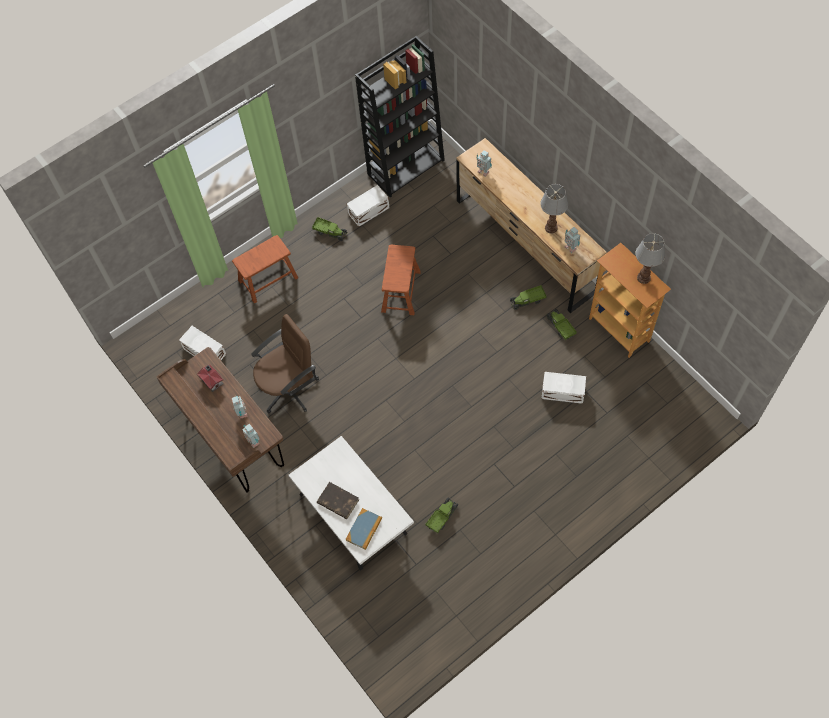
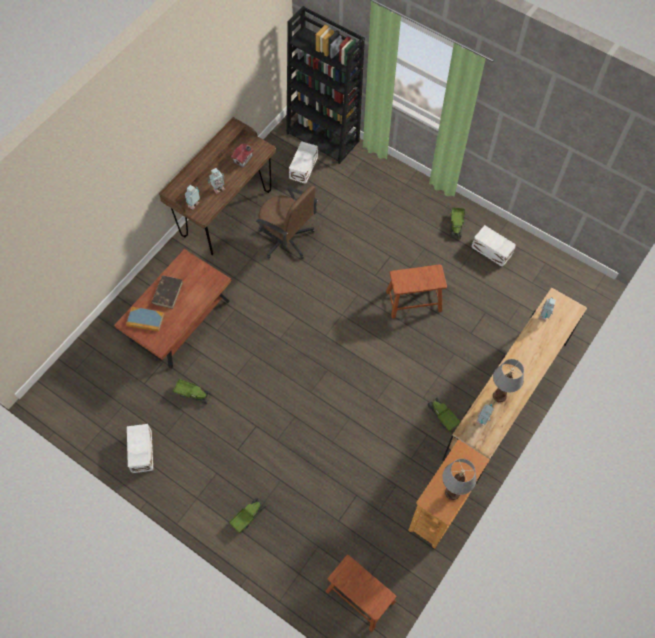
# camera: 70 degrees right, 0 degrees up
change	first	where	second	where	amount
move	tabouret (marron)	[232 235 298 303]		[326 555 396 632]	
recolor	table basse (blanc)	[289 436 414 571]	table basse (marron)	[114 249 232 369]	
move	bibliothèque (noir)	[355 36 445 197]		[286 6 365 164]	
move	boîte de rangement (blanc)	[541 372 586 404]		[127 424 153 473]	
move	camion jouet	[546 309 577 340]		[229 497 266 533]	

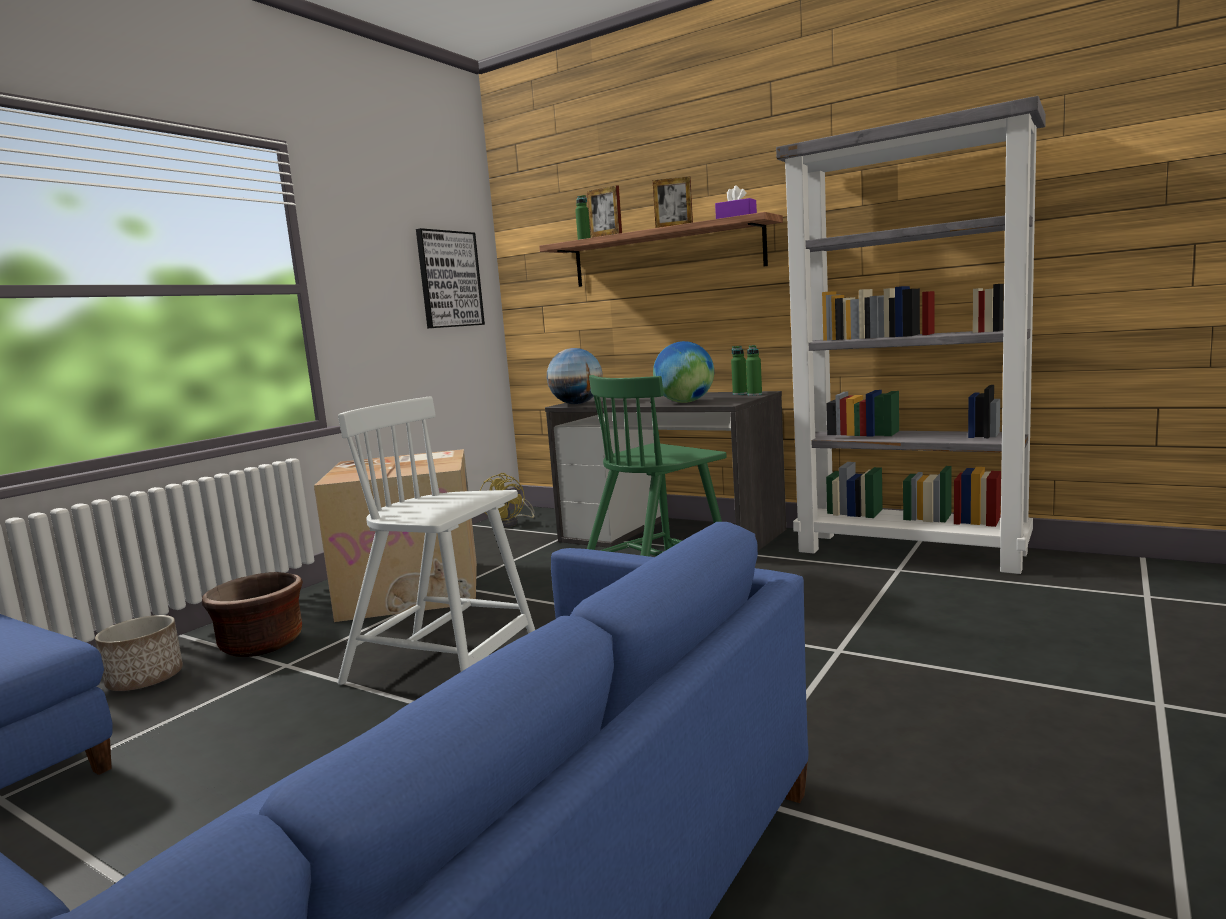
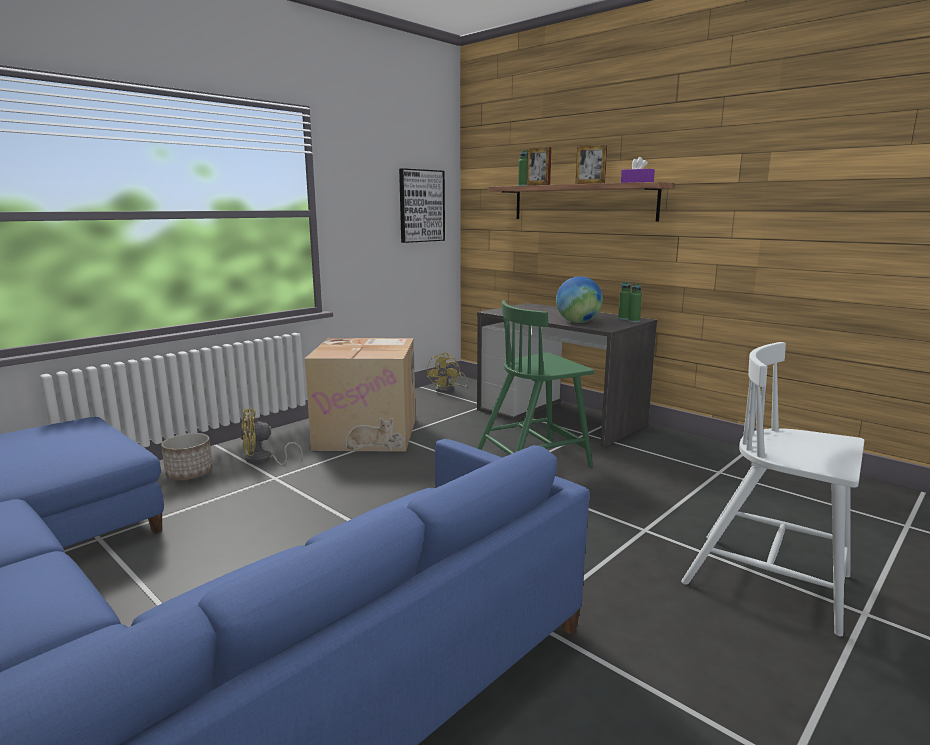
# camera: 10 degrees right, 5 degrees up
change	first	where	second	where	amount
replace	cache-pot (marron)	[202 572 303 657]	ventilateur (jaune)	[241 409 303 466]	
move	chaise (blanc)	[337 396 535 685]		[681 342 865 637]	
delete	globe	[547 348 603 404]			
delete	bibliothèque (gris)	[776 96 1046 574]			

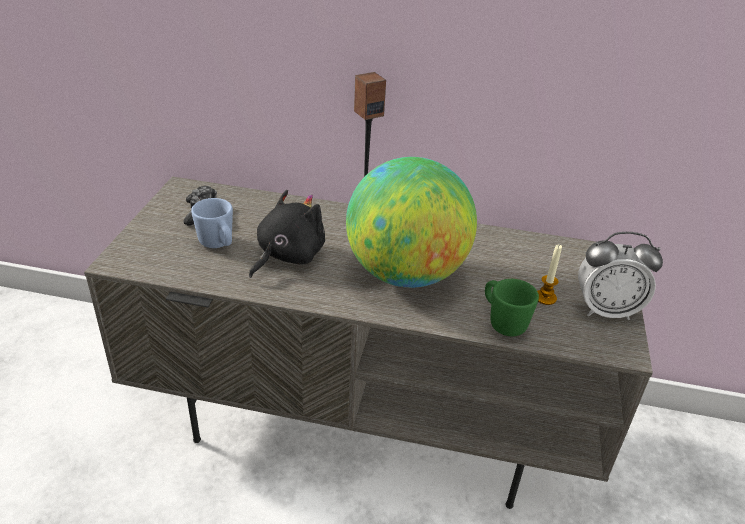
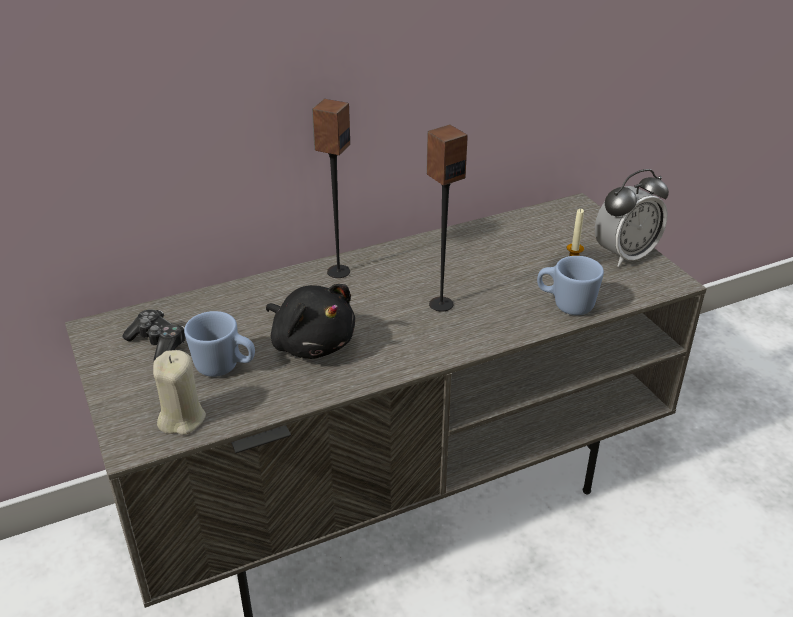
# camera: 35 degrees left, 0 degrees up
change	first	where	second	where	amount
rotate	peluche (noir)	[249 190 325 278]		[266 284 355 359]	135 degrees clockwise
replace	globe	[346 157 477 288]	enceinte	[426 124 468 312]	
recolor	mug (vert)	[485 279 539 336]	mug (bleu)	[537 256 604 315]	
insert			bougie (beige)	[153 350 206 435]	

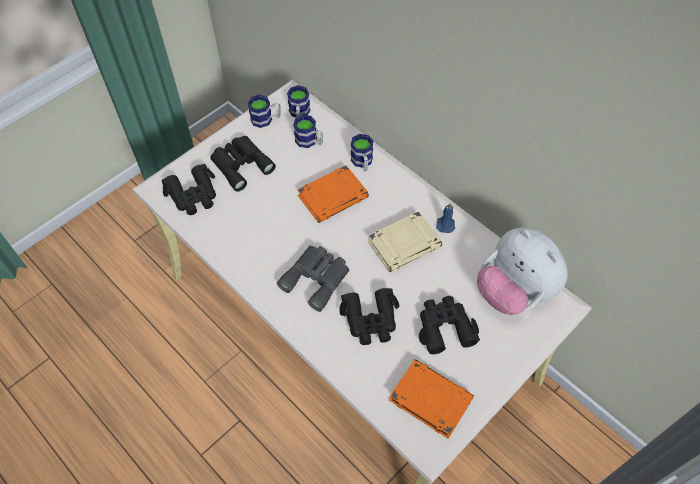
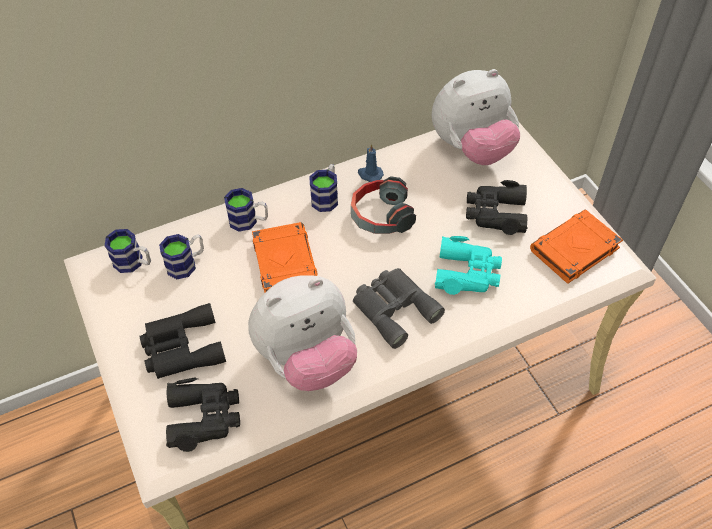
# camera: 70 degrees left, 5 degrees down
change	first	where	second	where	amount
move	mug	[248 94 281 128]		[309 164 338 212]	
recolor	jumelles (noir)	[339 288 399 345]	jumelles (turquoise)	[435 236 502 295]	
replace	livre (beige)	[368 211 442 272]	casque audio	[351 176 416 234]	
insert			peluche	[248 275 357 391]	

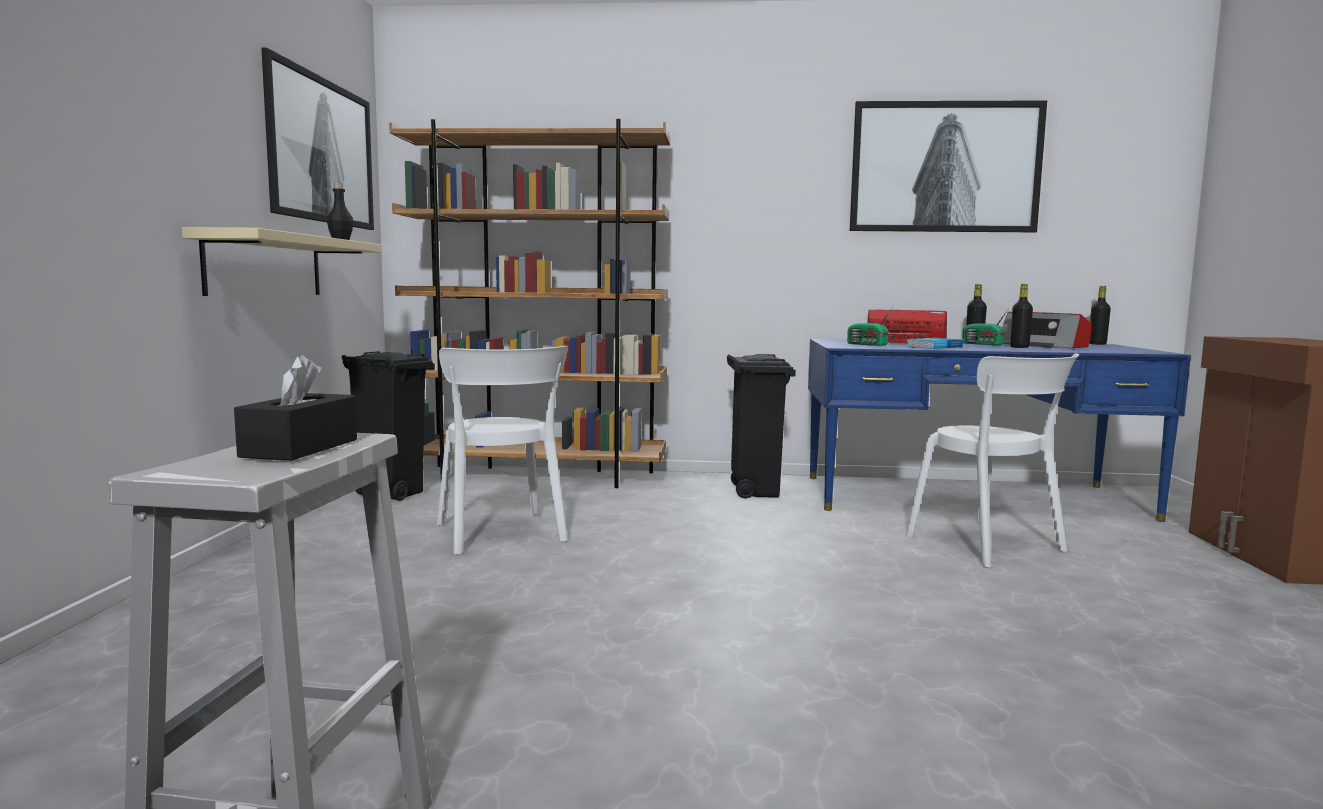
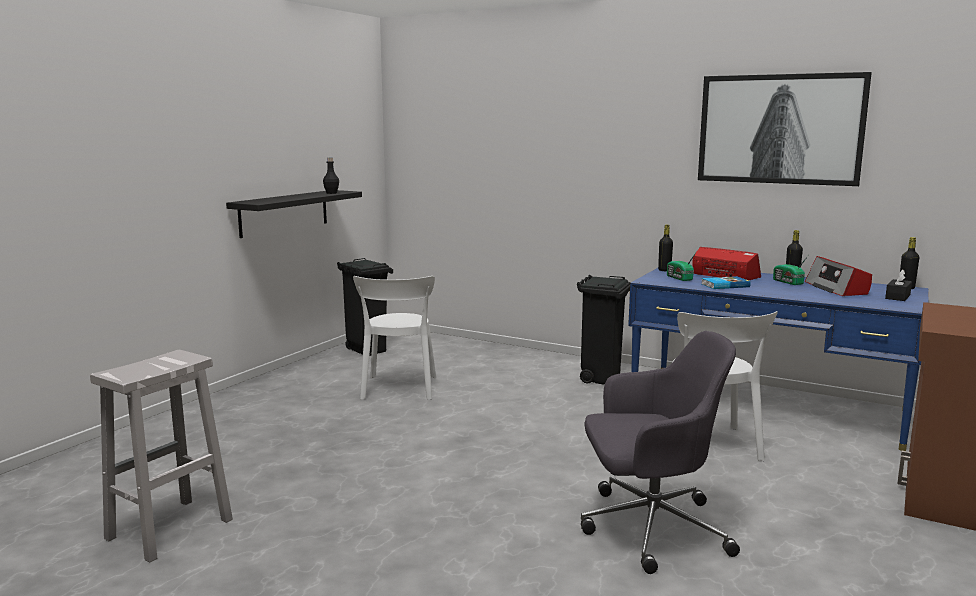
# camera: 25 degrees right, 5 degrees up
change	first	where	second	where	amount
recolor	étagère (beige)	[182 227 382 296]	étagère (noir)	[226 190 362 238]	
move	boîte à mouchoirs (noir)	[234 354 357 461]		[885 270 912 301]	
delete	tableau	[261 47 374 230]			
delete	bibliothèque (marron)	[389 119 670 488]			
move	bouteille (noir)	[1010 284 1033 348]		[658 225 673 271]	
insert			chaise de bureau (gris)	[581 331 740 574]	

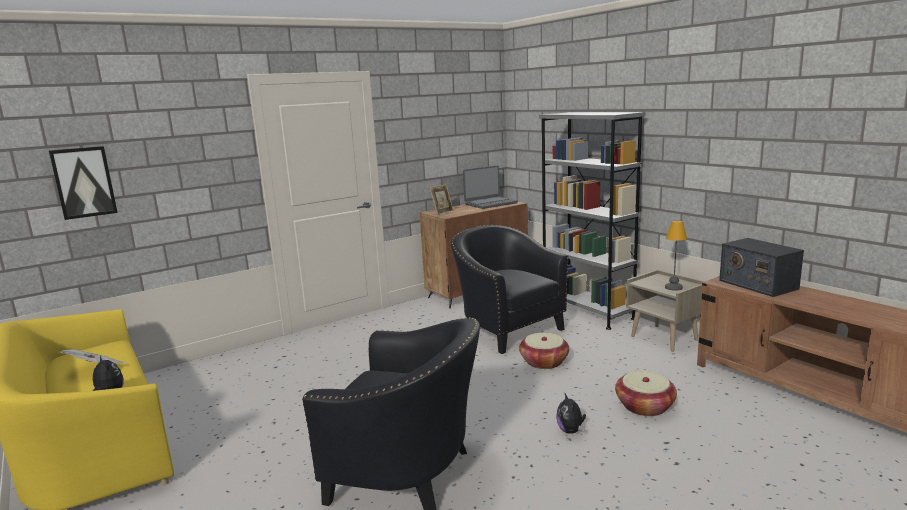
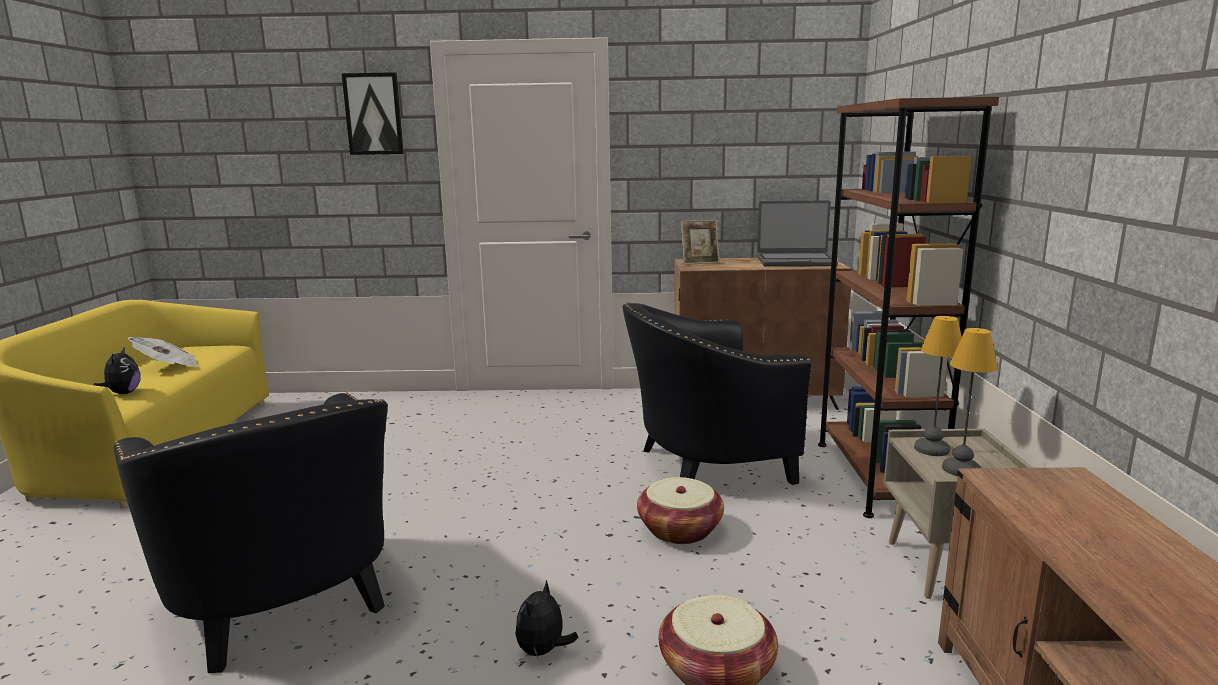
# camera: 35 degrees right, 0 degrees up
change	first	where	second	where	amount
move	tableau	[49 146 118 220]		[342 72 404 155]	
rotate	fauteuil (noir)	[451 225 569 354]		[623 302 812 485]	105 degrees counterclockwise
recolor	bibliothèque (gris)	[539 112 645 330]	bibliothèque (marron)	[818 97 999 518]	
delete	radio	[719 238 804 297]			
insert			lampe de table	[914 316 962 456]	

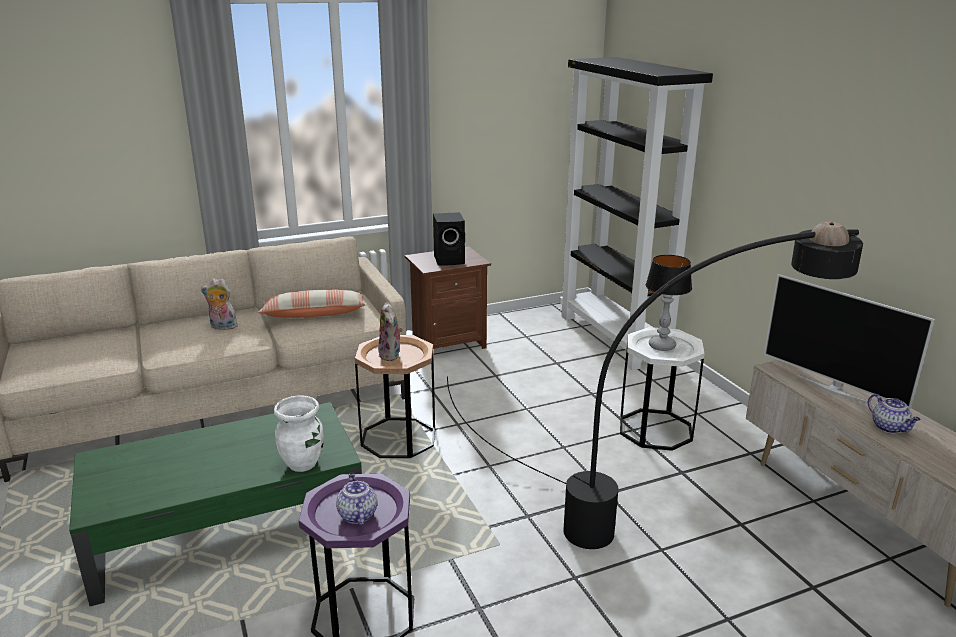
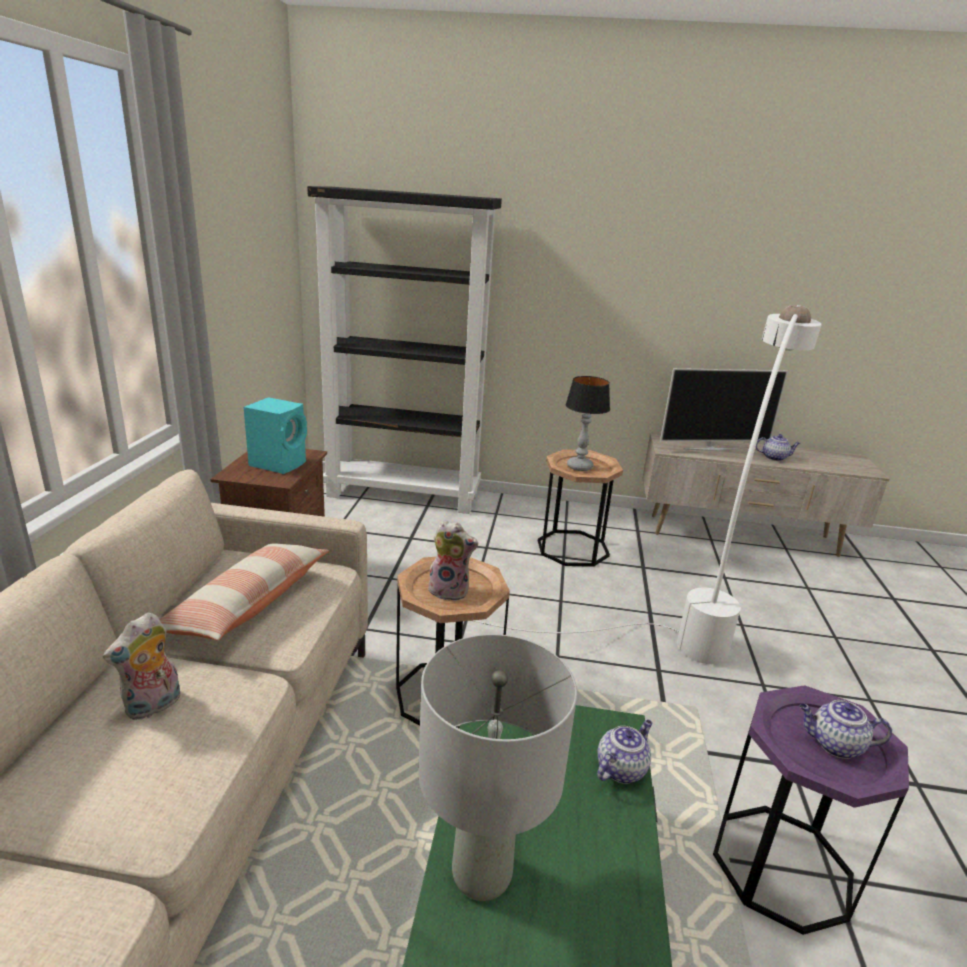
# camera: 60 degrees left, 0 degrees up
change	first	where	second	where	amount
replace	vase (blanc)	[274 395 324 472]	théière	[597 720 652 784]	
recolor	enceinte (noir)	[433 212 465 266]	enceinte (turquoise)	[244 397 307 474]	
recolor	lampadaire (noir)	[447 221 863 549]	lampadaire (blanc)	[472 305 822 664]	
recolor	table d'appoint (blanc)	[620 327 705 451]	table d'appoint (marron)	[538 449 623 567]	
insert			lampe de table (gris)	[418 634 577 901]	

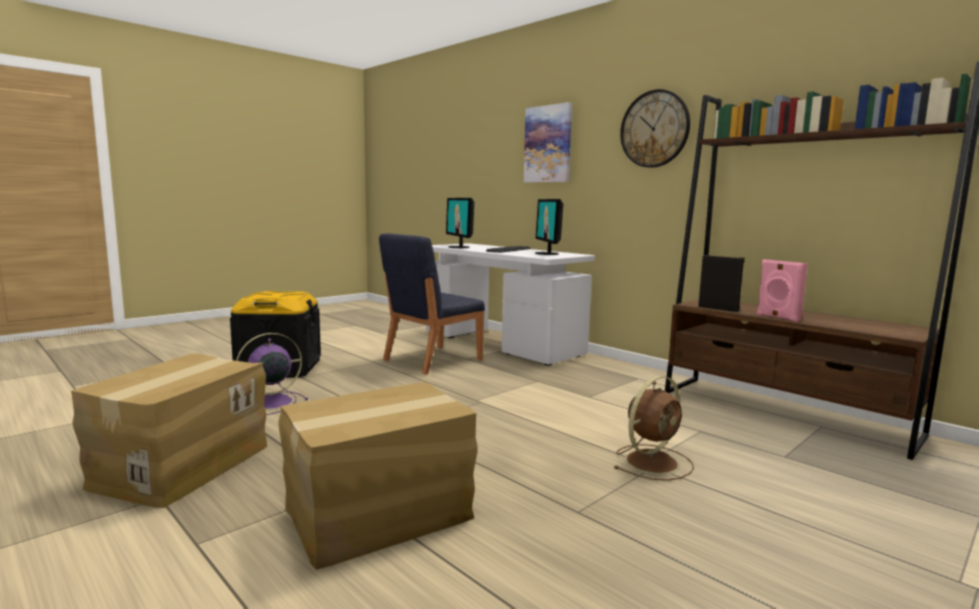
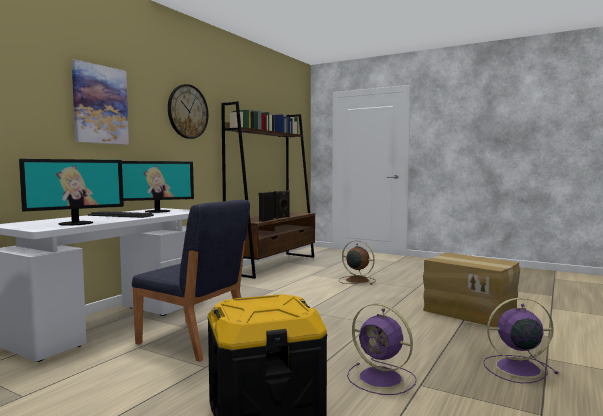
# camera: 105 degrees left, 5 degrees down
change	first	where	second	where	amount
replace	carton	[71 354 267 508]	ventilateur (violet)	[483 298 559 383]	
recolor	enceinte (rose)	[757 259 808 322]	enceinte (noir)	[273 190 290 219]	

